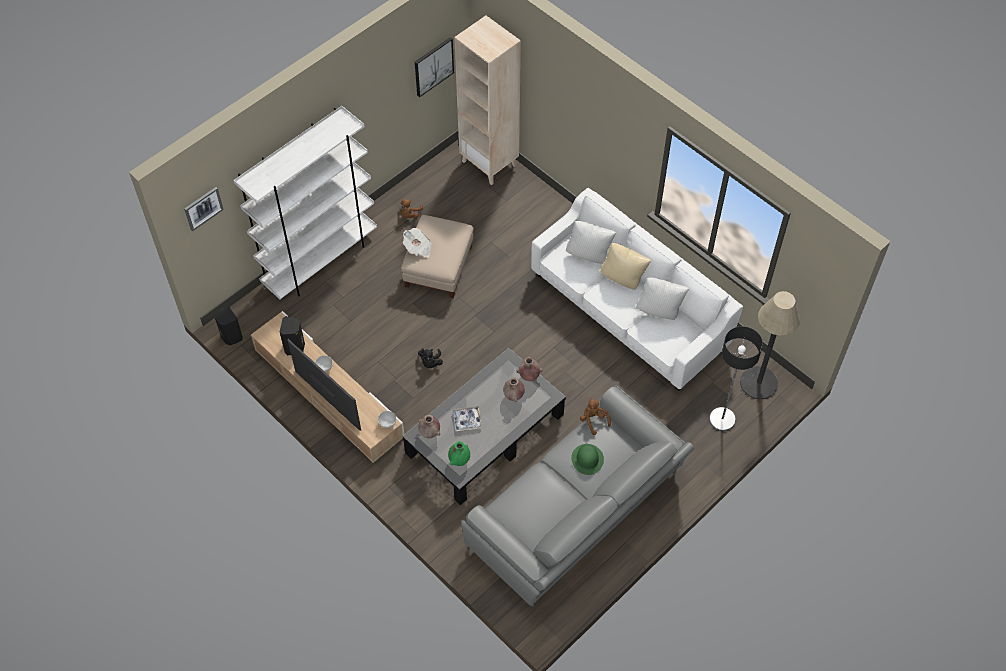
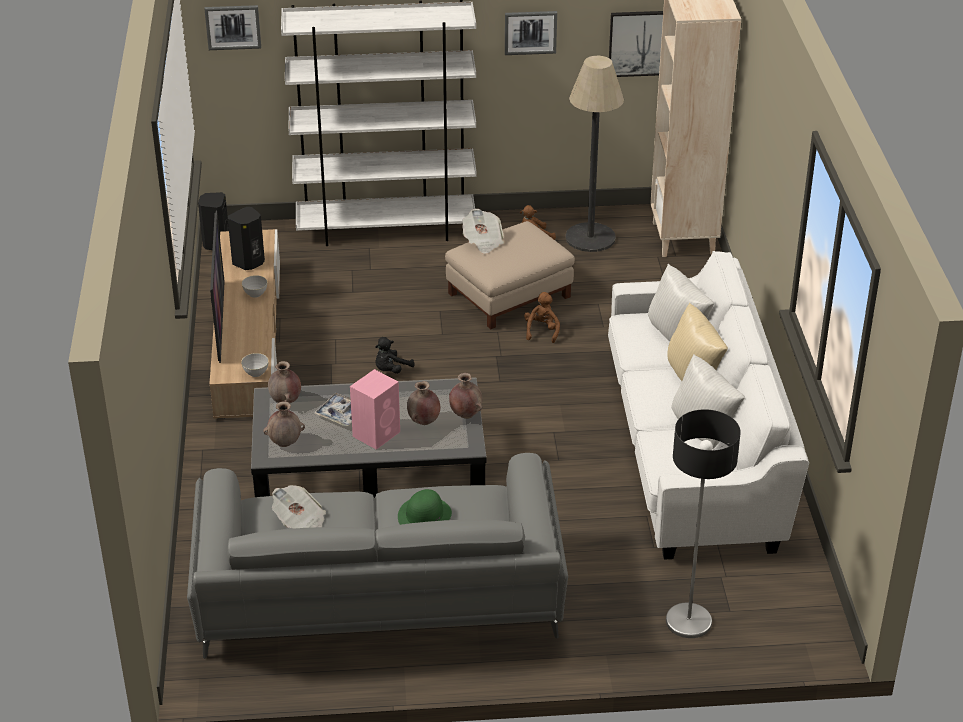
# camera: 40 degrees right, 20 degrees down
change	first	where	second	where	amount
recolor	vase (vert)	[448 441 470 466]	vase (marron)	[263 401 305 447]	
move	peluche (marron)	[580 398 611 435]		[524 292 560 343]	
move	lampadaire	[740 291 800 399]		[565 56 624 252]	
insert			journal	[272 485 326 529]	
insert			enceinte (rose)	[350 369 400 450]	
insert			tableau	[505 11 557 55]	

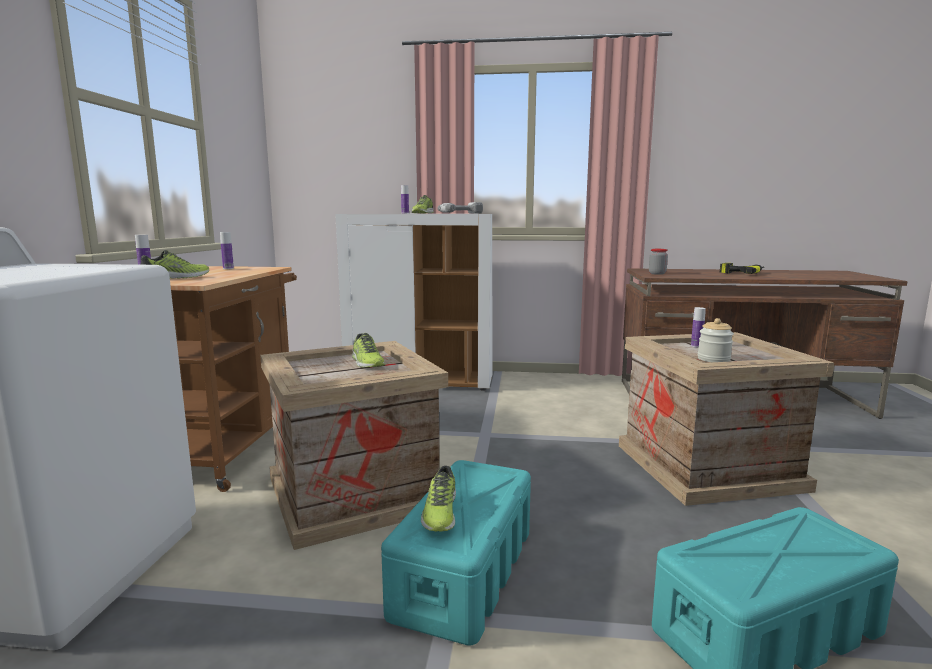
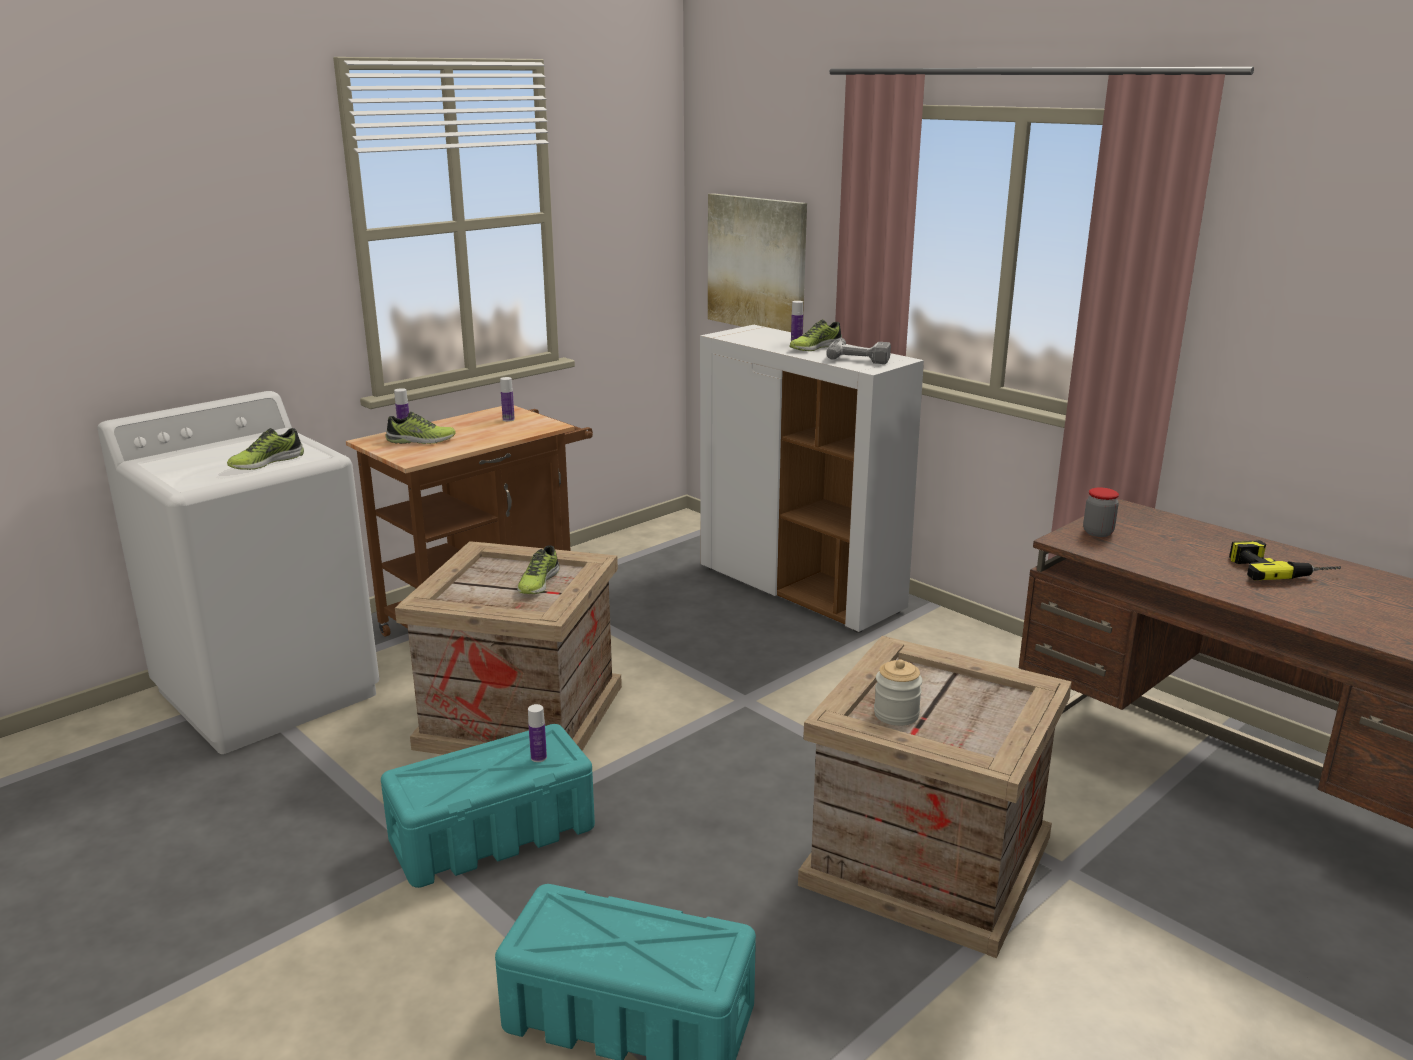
# camera: 40 degrees right, 10 degrees up
change	first	where	second	where	amount
move	chaussure	[421 466 456 531]		[227 428 304 470]	
move	bouteille	[691 307 706 348]		[528 704 547 762]	
insert			tableau	[708 193 807 332]	

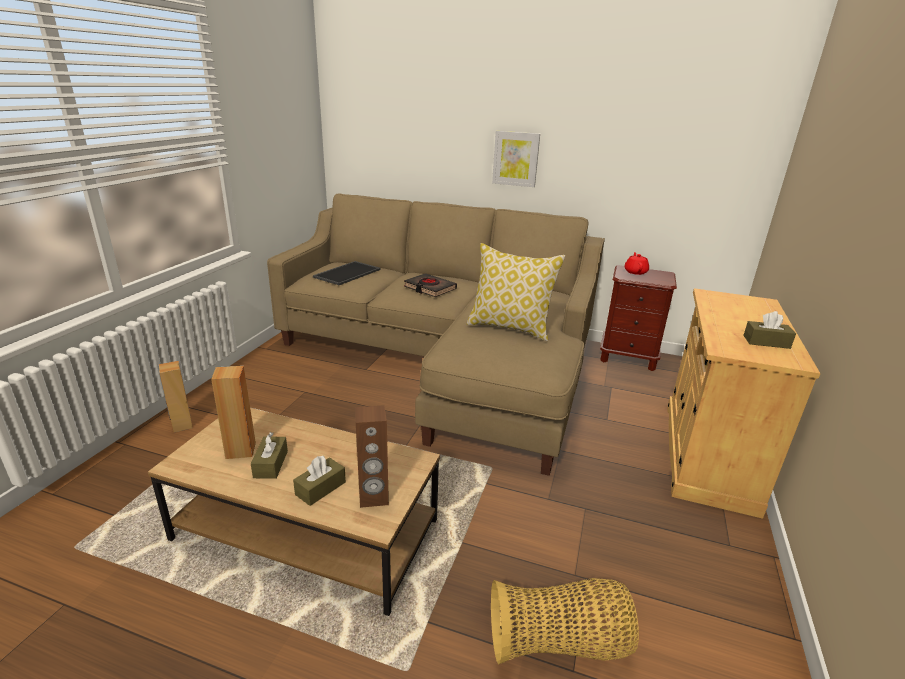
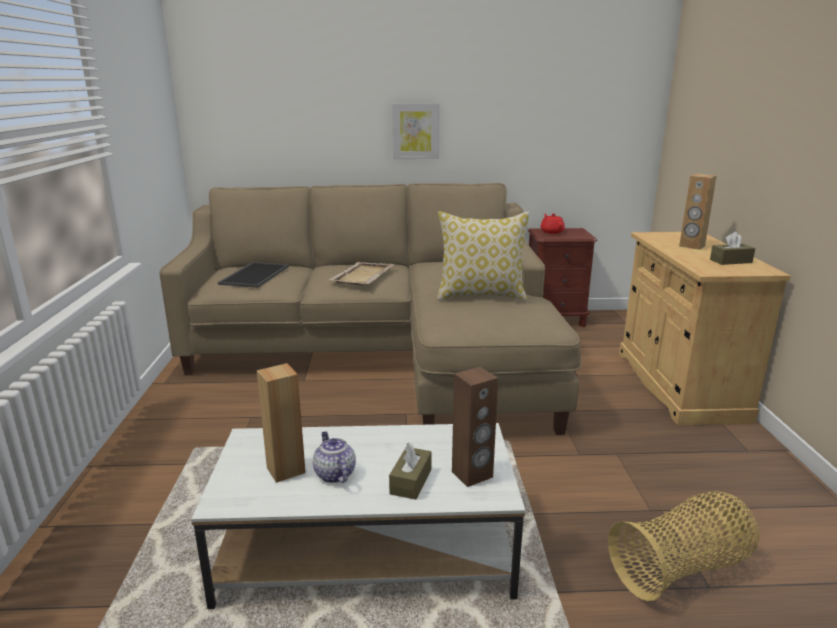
# camera: 20 degrees left, 5 degrees down
change	first	where	second	where	amount
recolor	table basse (marron)	[148 408 440 616]	table basse (blanc)	[191 423 525 609]	
move	enceinte (marron)	[159 361 193 432]		[679 174 717 250]	
replace	boîte à mouchoirs (marron)	[251 432 288 479]	théière	[313 432 356 483]	
replace	livre (noir)	[404 273 457 297]	plateau (beige)	[328 262 395 285]	

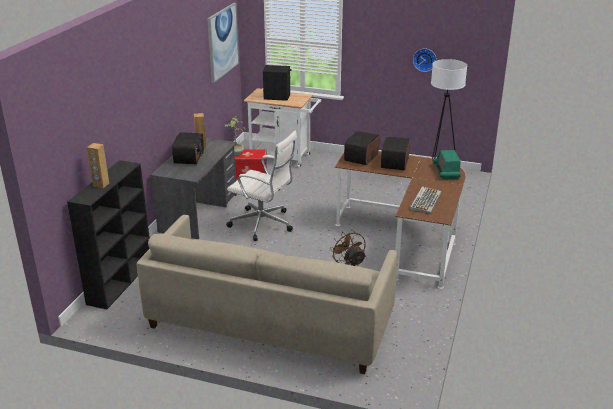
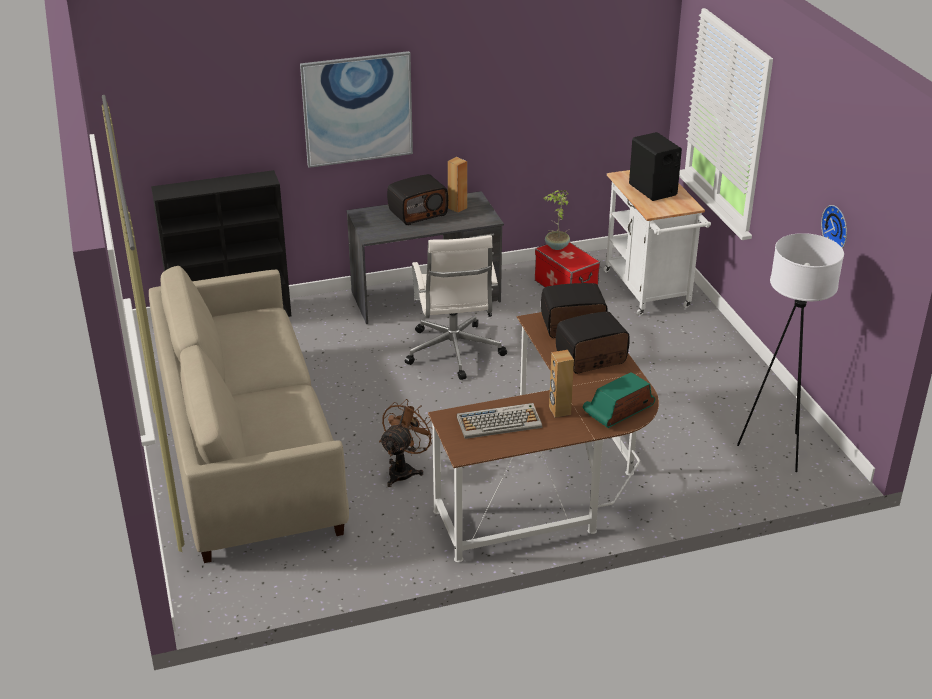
# camera: 55 degrees right, 5 degrees up
change	first	where	second	where	amount
move	enceinte (marron)	[87 143 109 188]		[549 350 574 418]	
move	tableau	[207 3 239 83]		[300 51 413 168]	

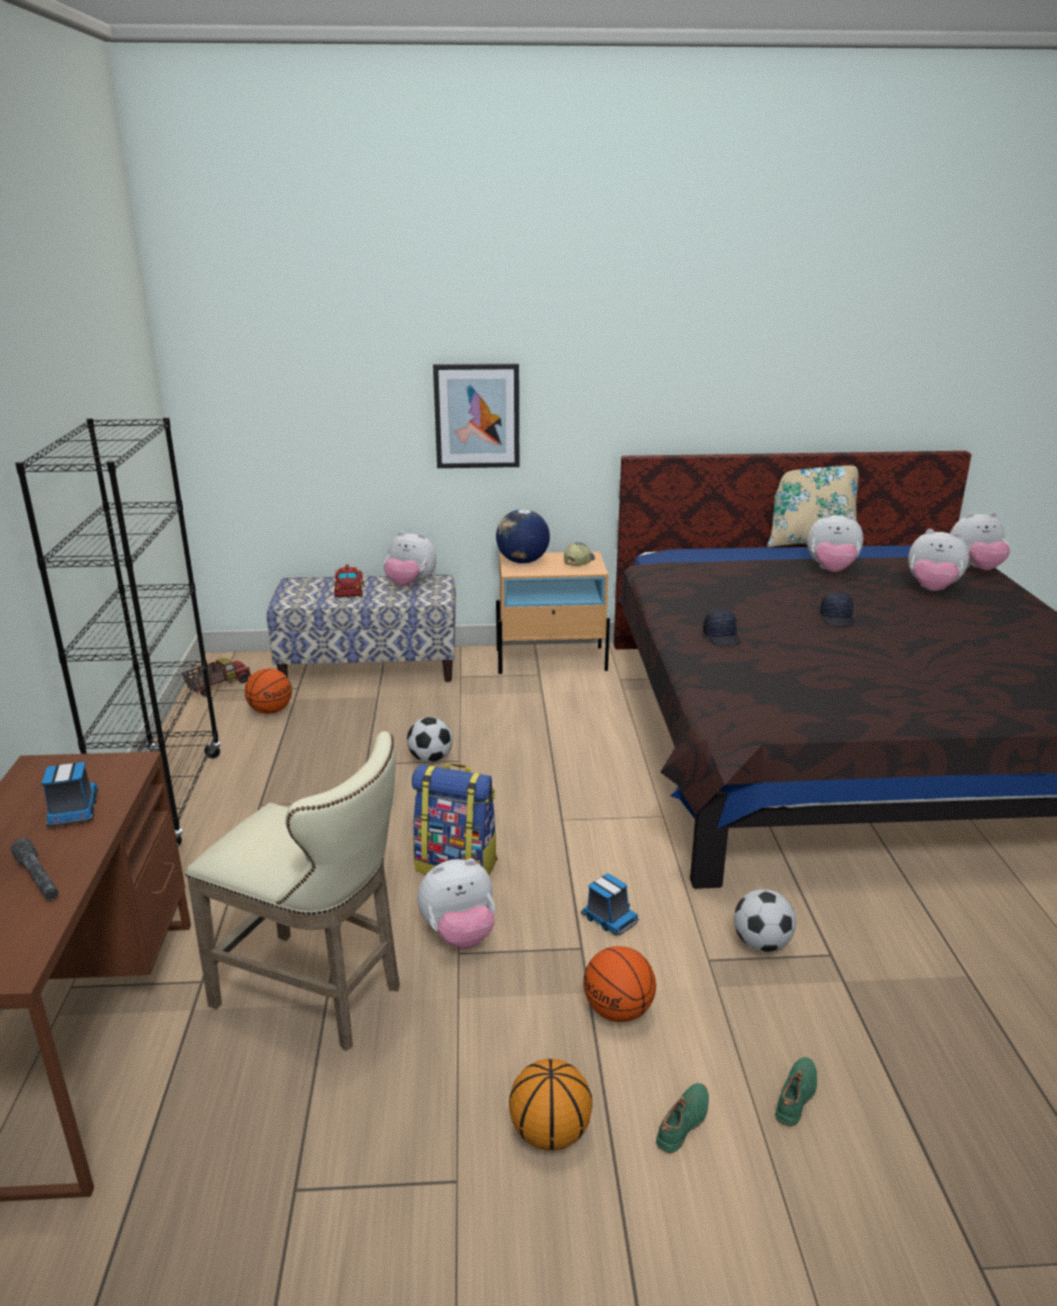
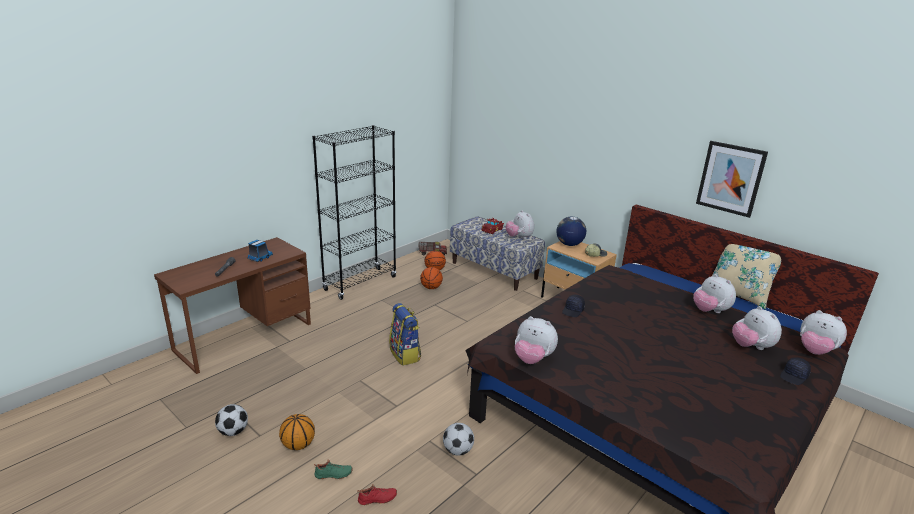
# camera: 45 degrees right, 0 degrees up
change	first	where	second	where	amount
delete	tabouret (beige)	[186 731 400 1051]			
move	ballon de foot	[407 717 453 763]		[215 404 248 436]	
move	peluche	[417 858 495 949]		[515 316 558 364]	
move	tableau	[433 363 519 468]		[696 141 768 218]	
delete	camion jouet	[581 873 638 936]			
move	ballon de basket	[583 946 656 1022]		[420 267 443 289]	
recolor	chaussure (vert)	[775 1057 817 1126]	chaussure (rouge)	[358 484 397 505]	
move	casquette (noir)	[820 591 854 627]		[780 357 811 385]	

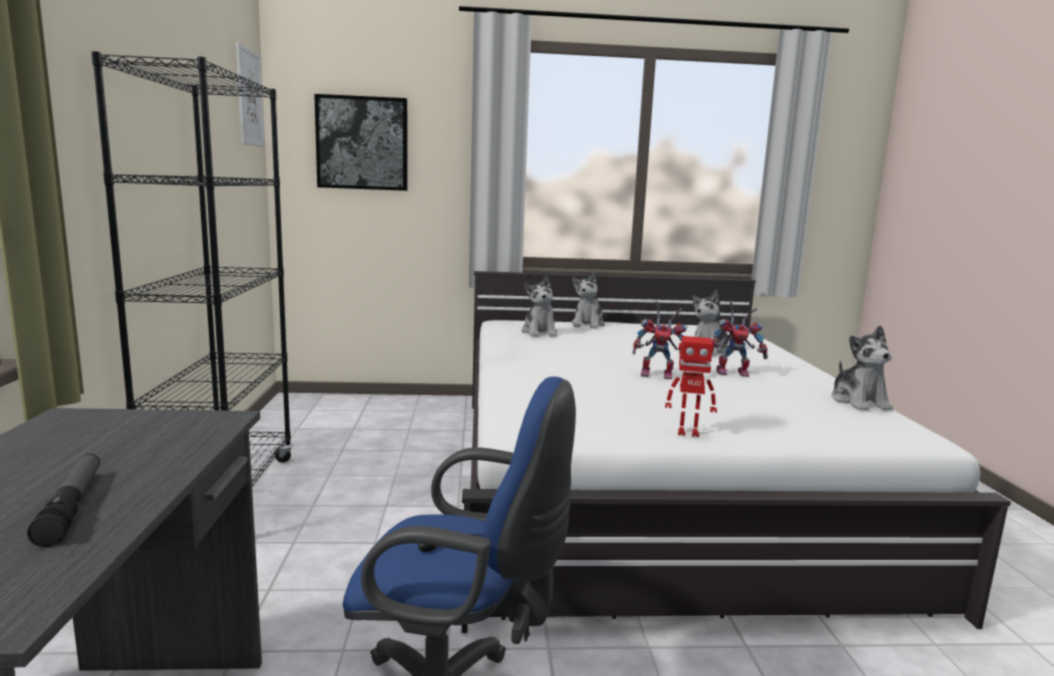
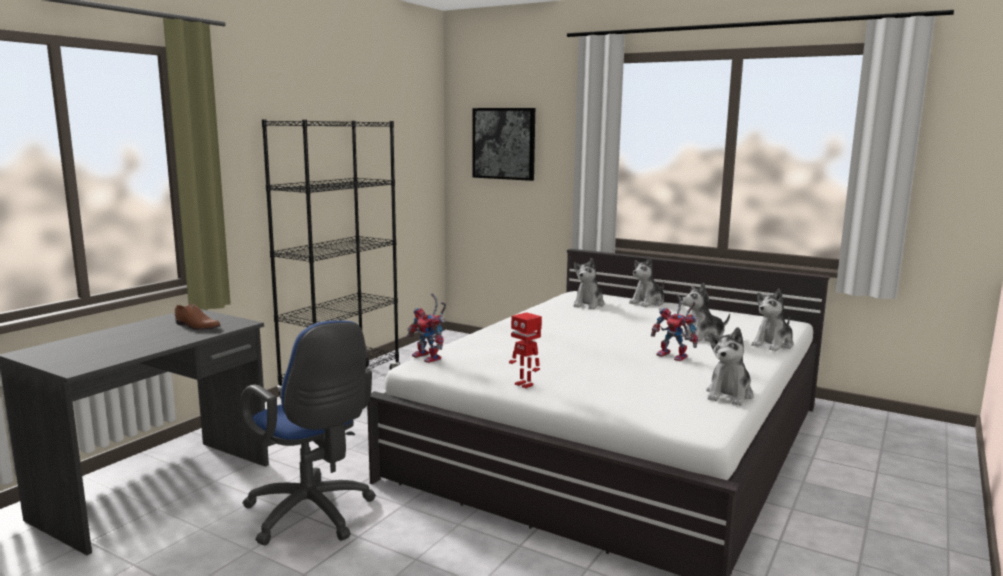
# camera: 35 degrees right, 0 degrees up
change	first	where	second	where	amount
delete	lampe de poche	[27 454 100 547]			
delete	tableau	[236 42 265 147]			
move	robot jouet	[632 301 688 379]		[407 293 446 363]	
insert			chaussure (marron)	[175 304 221 330]	
insert			peluche	[751 289 794 351]	

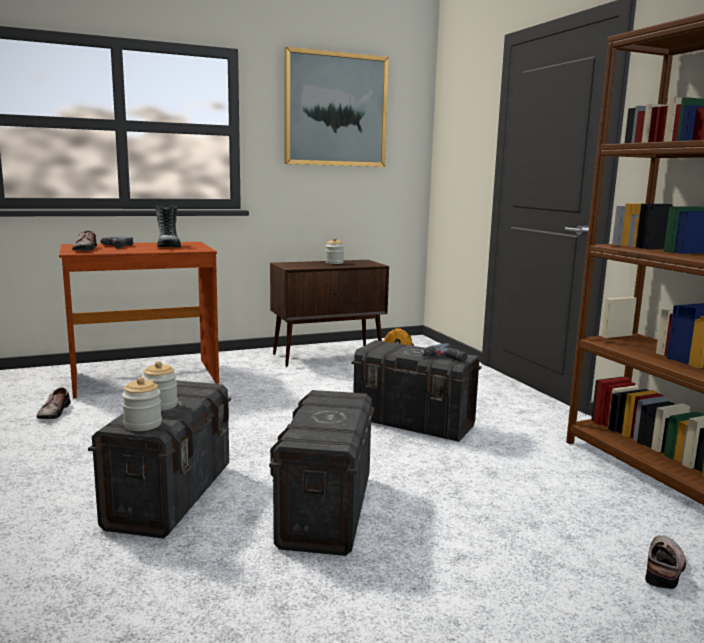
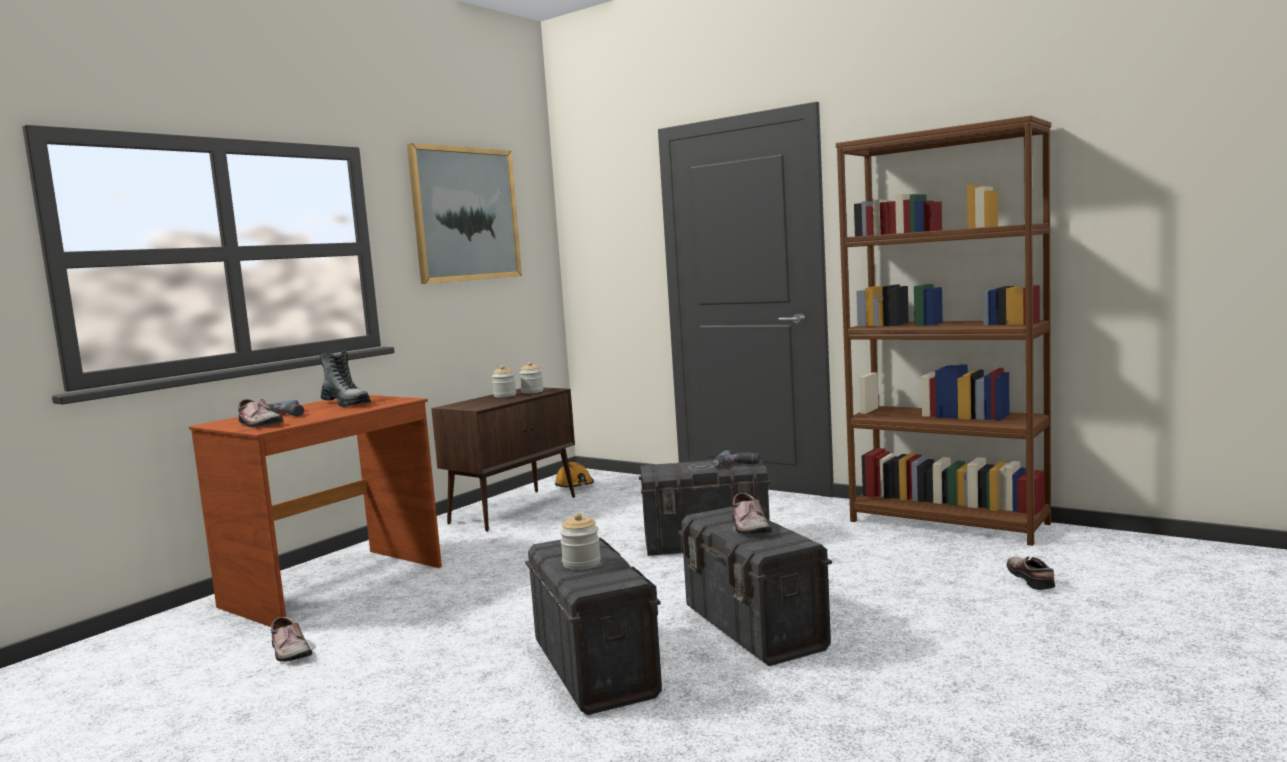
# camera: 30 degrees left, 5 degrees down
change	first	where	second	where	amount
move	bocal	[122 377 162 431]		[520 362 544 394]	
insert			chaussure	[733 493 772 534]	

